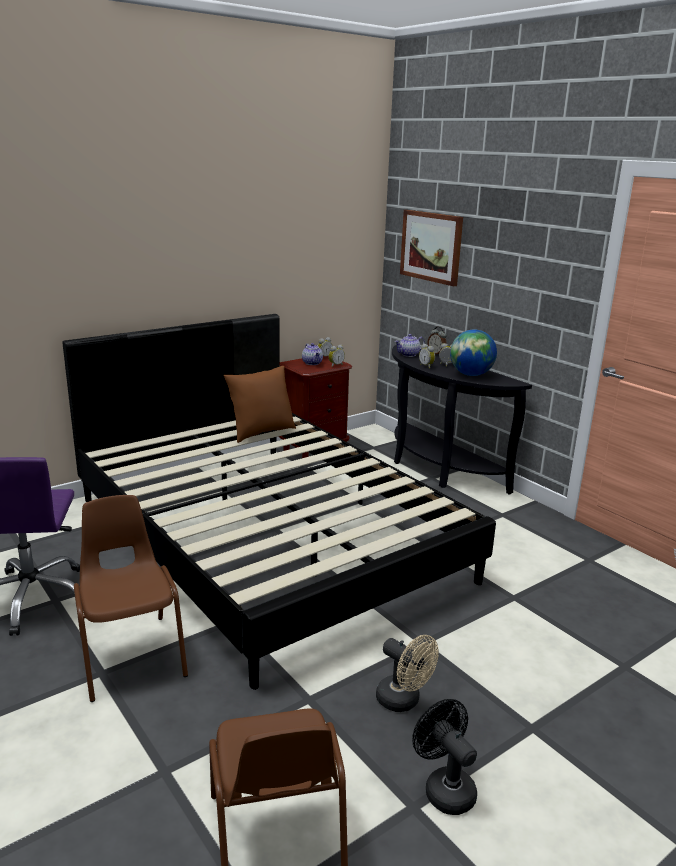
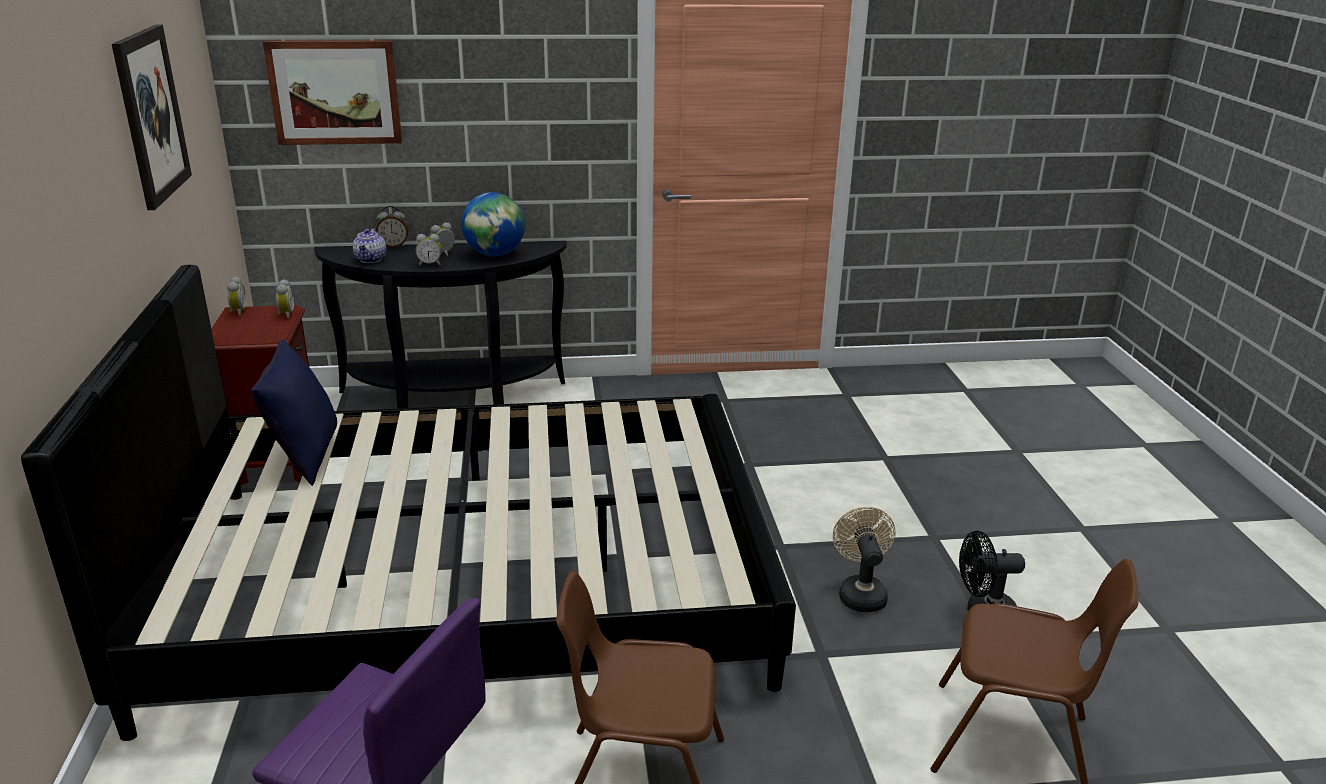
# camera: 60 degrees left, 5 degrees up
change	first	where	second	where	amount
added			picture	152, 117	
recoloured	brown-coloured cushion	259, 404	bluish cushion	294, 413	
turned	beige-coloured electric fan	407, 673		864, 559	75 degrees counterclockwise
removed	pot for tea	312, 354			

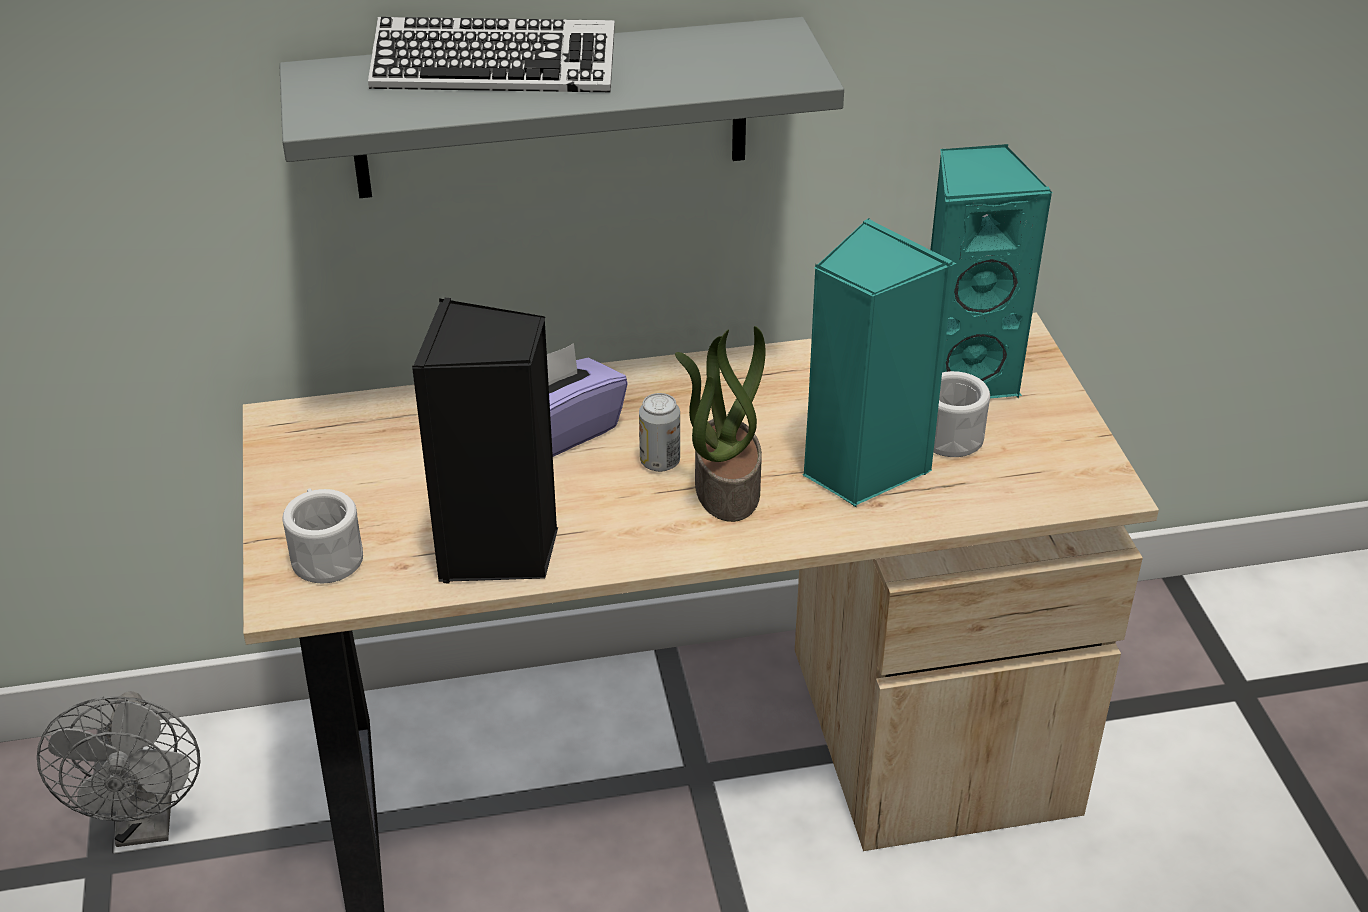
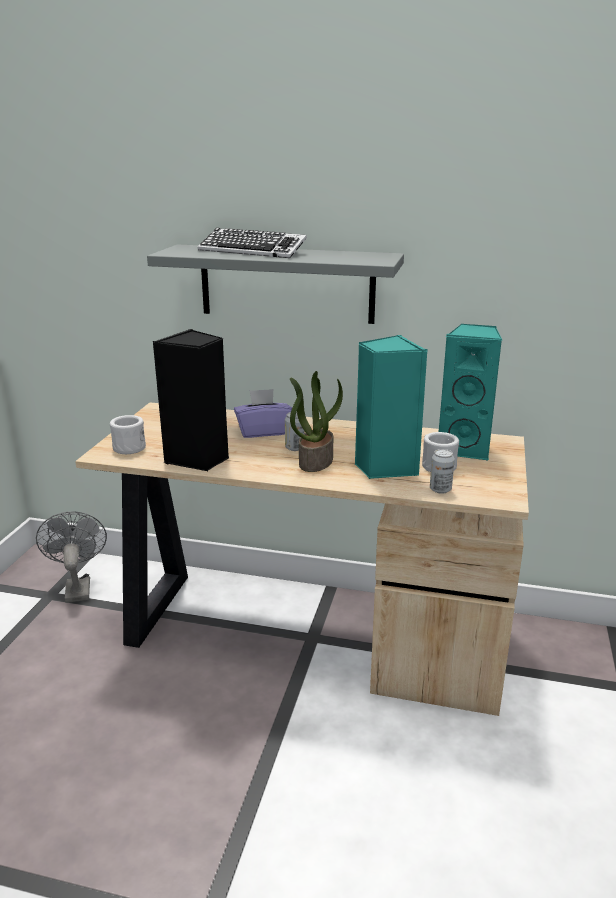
# camera: 25 degrees right, 15 degrees down
change	first	where	second	where	amount
turned	gray electric fan	118, 769		71, 557	150 degrees clockwise
added			can	442, 471	

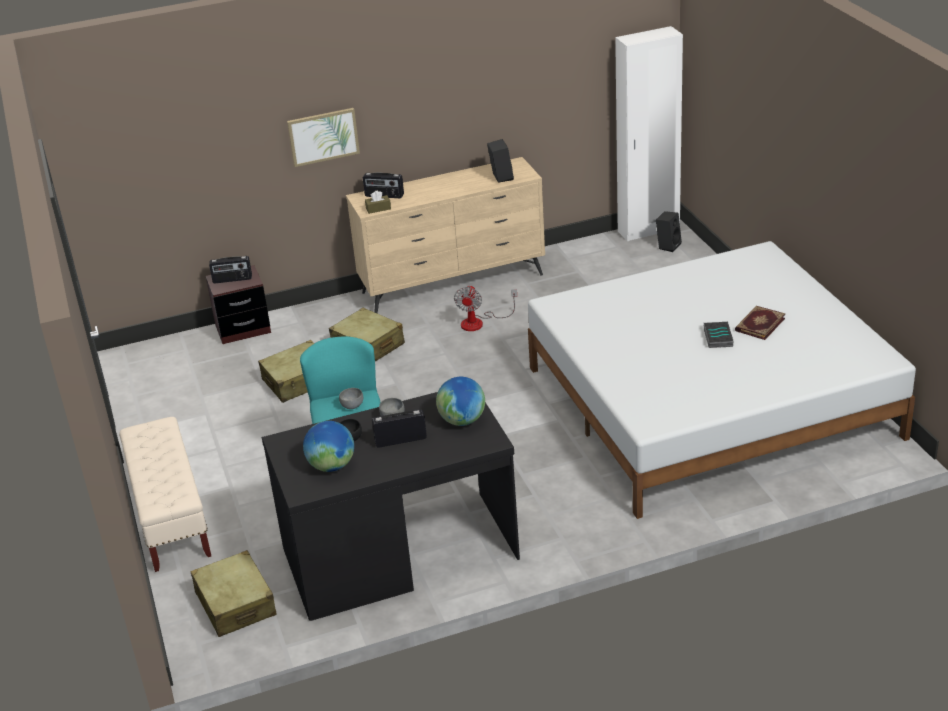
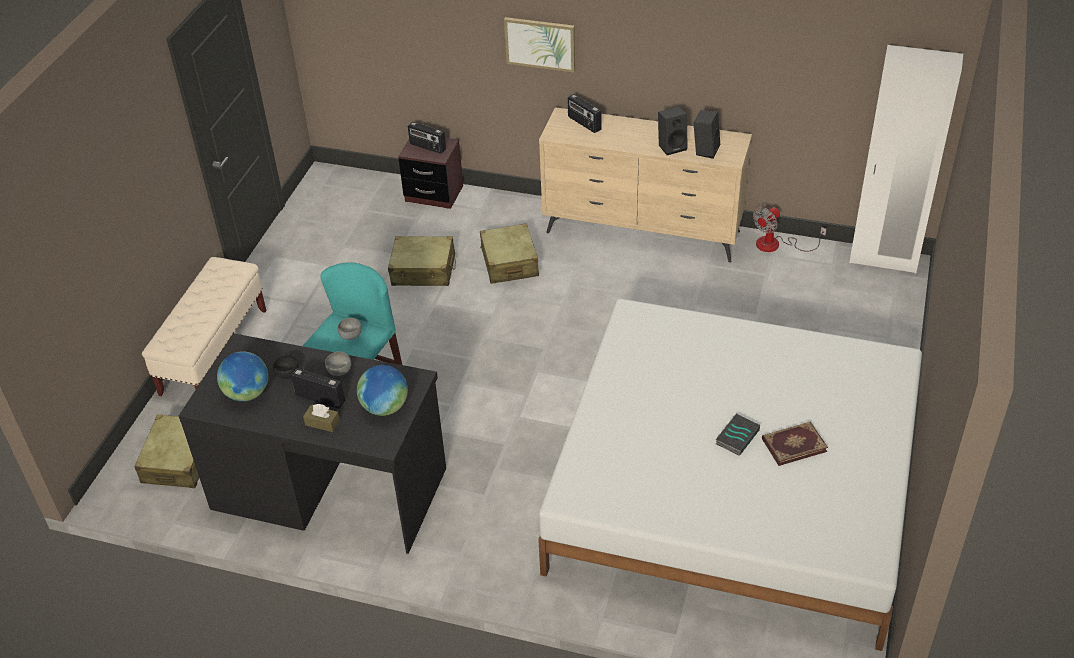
# camera: 35 degrees right, 10 degrees up
change	first	where	second	where	amount
moved	brown-coloured box of tissues	378, 202		321, 418	
moved	blackish loudspeaker	669, 231		672, 131	
moved	electric fan	485, 308		790, 229	

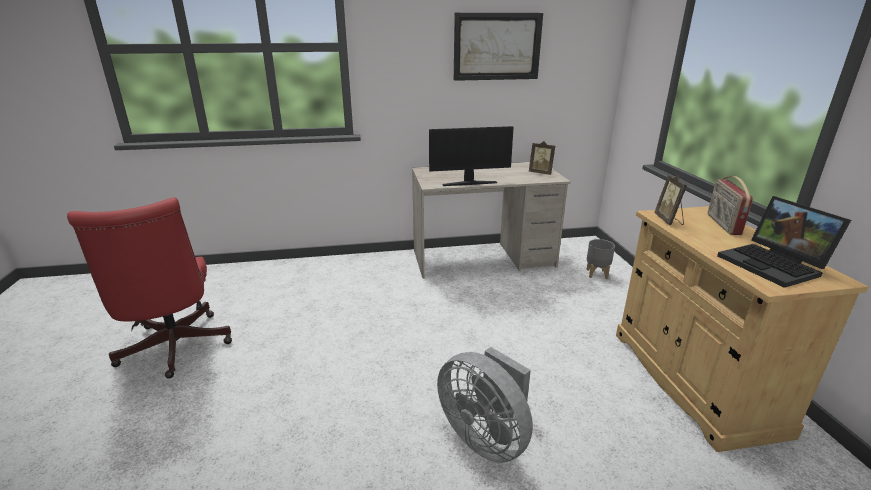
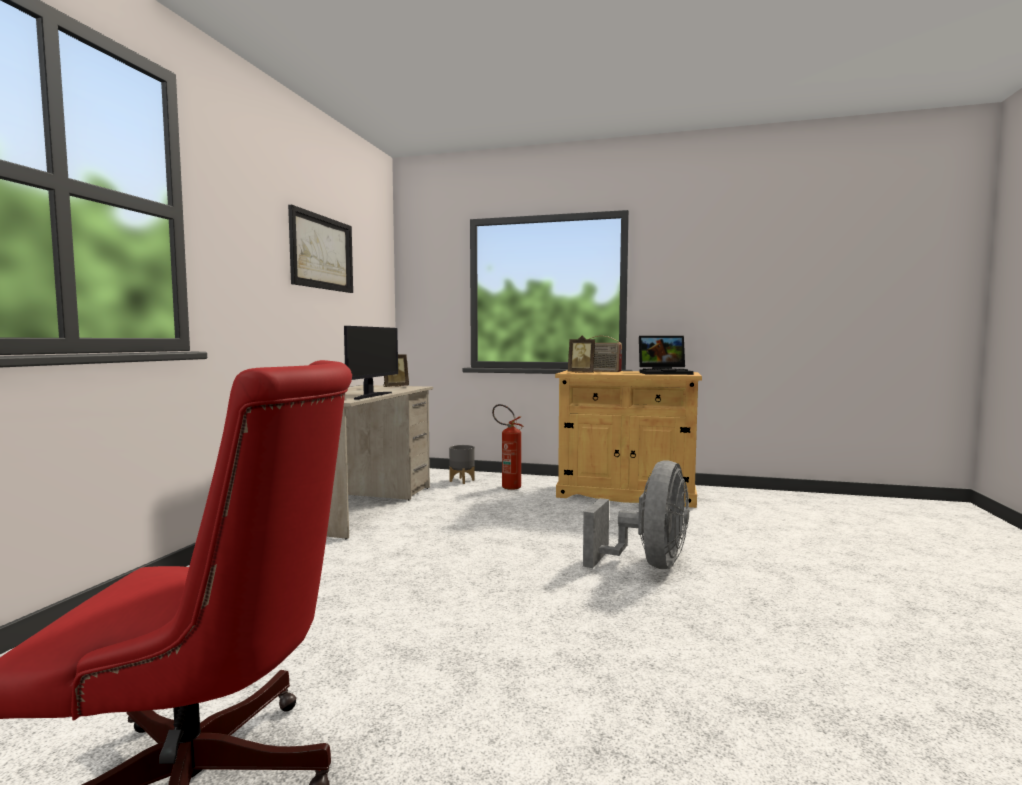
# camera: 65 degrees left, 20 degrees down
change	first	where	second	where	amount
added			fire-fighting cylinder	507, 447	
turned	gray electric fan	485, 405		636, 514	45 degrees counterclockwise

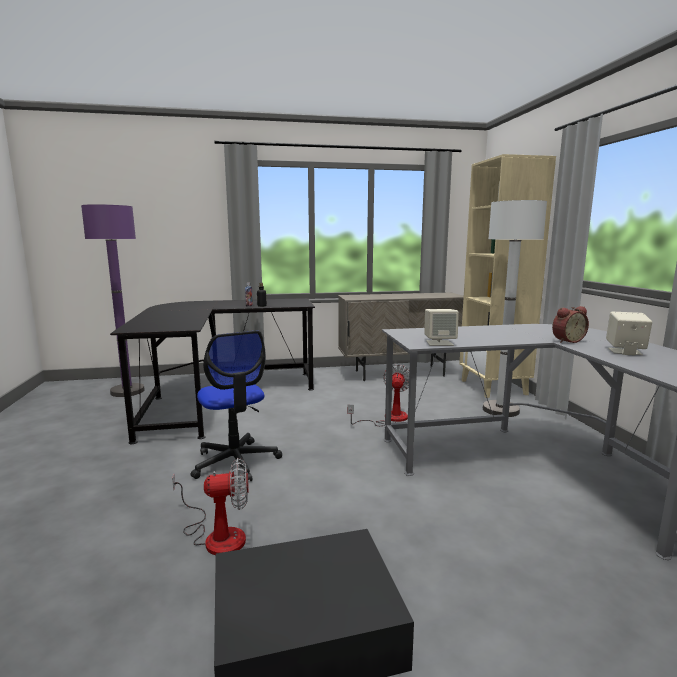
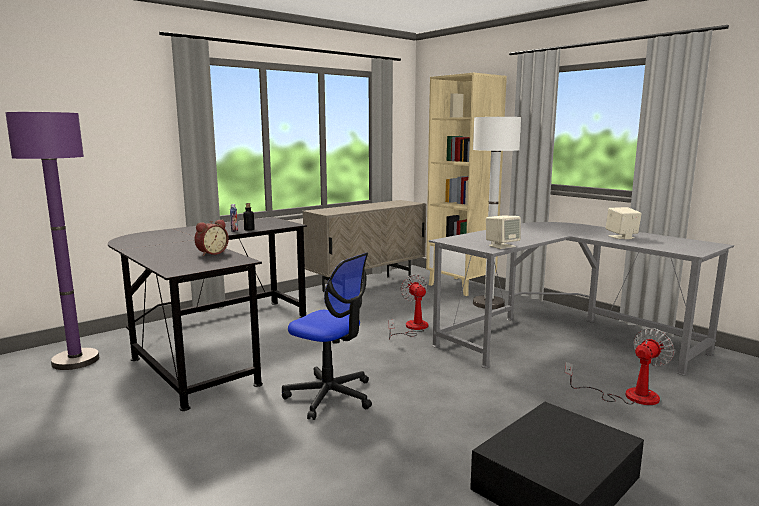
# camera: 30 degrees left, 0 degrees up
change	first	where	second	where	amount
moved	bedside clock	570, 324		212, 238	
moved	electric fan	210, 506		620, 366	

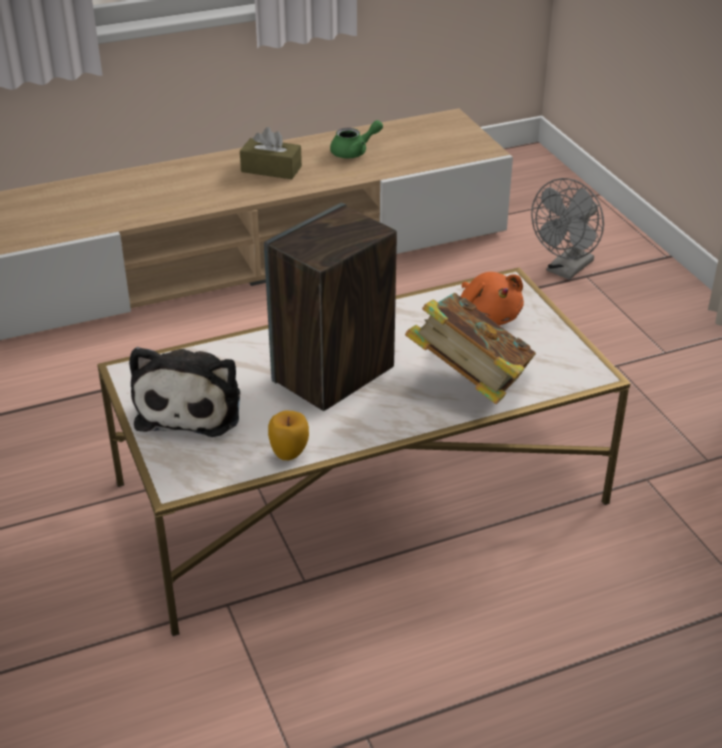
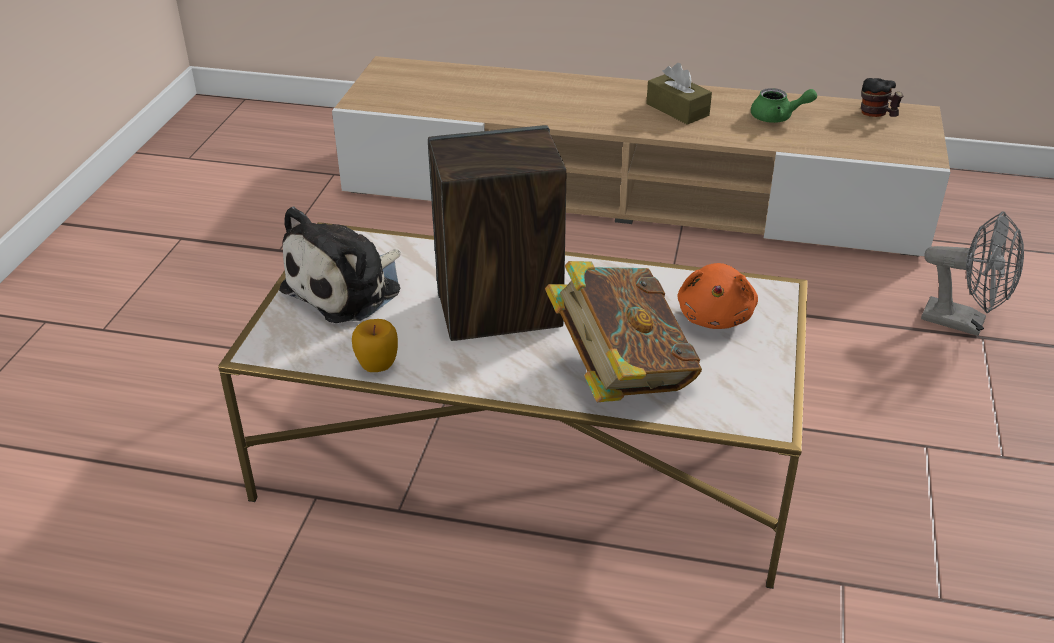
# camera: 35 degrees right, 0 degrees up
change	first	where	second	where	amount
added			tea mug	882, 97	
turned	gray electric fan	567, 229		972, 273	135 degrees counterclockwise

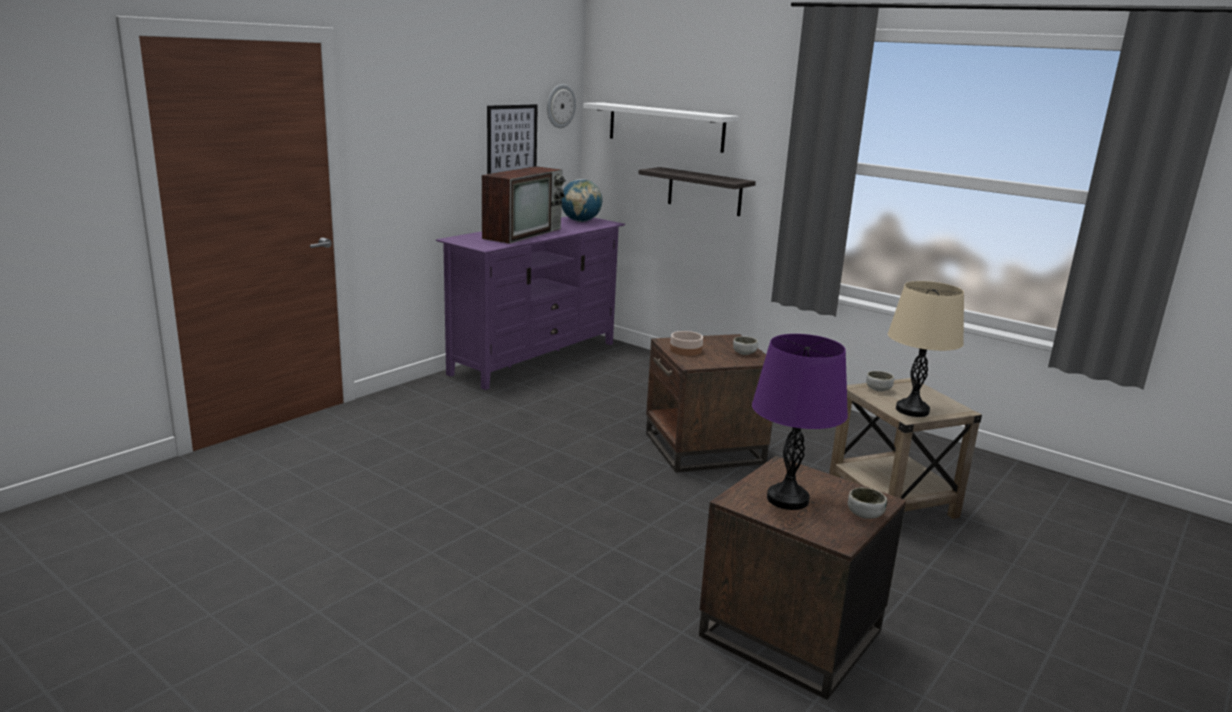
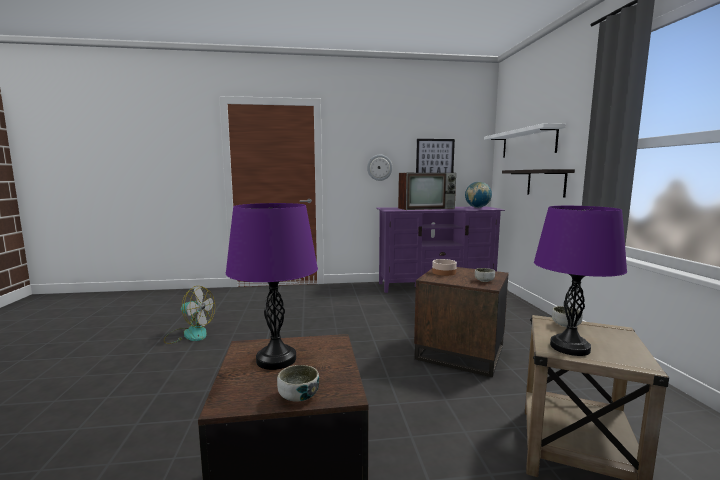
# camera: 45 degrees right, 10 degrees down
change	first	where	second	where	amount
added			electric fan	189, 315	
moved	clock on the wall	561, 106		380, 168	
recoloured	beige-coloured lamp for a table	926, 349	purplish lamp for a table	580, 281	

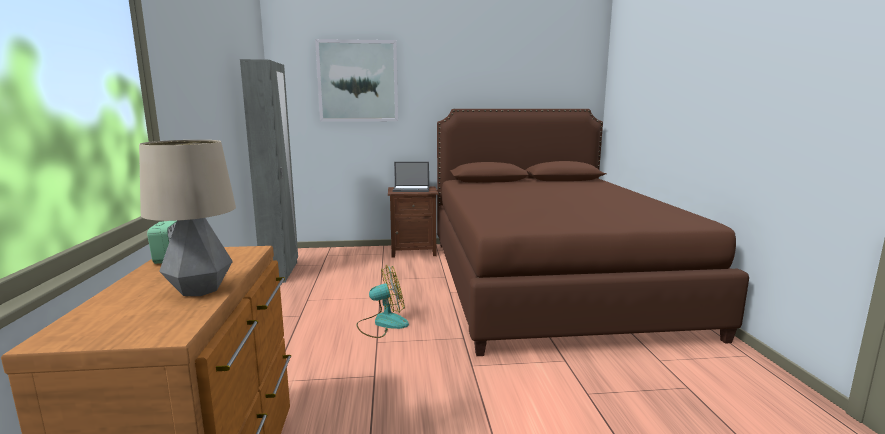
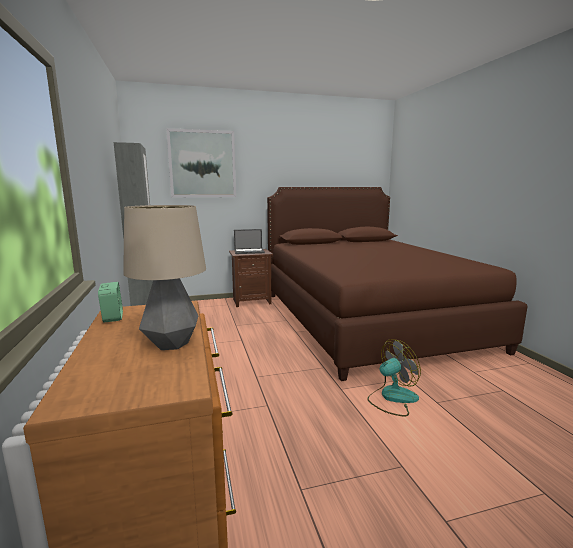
# camera: 10 degrees left, 0 degrees up
change	first	where	second	where	amount
moved	electric fan	383, 302		394, 377	

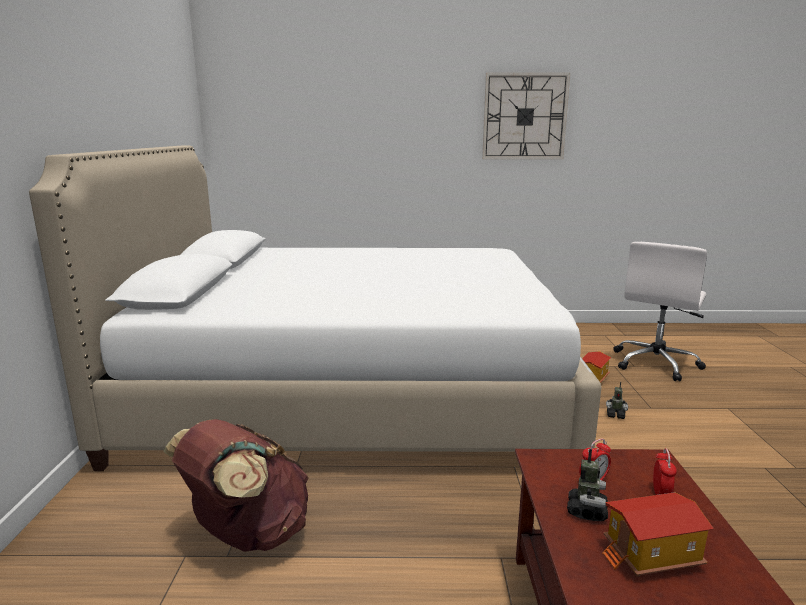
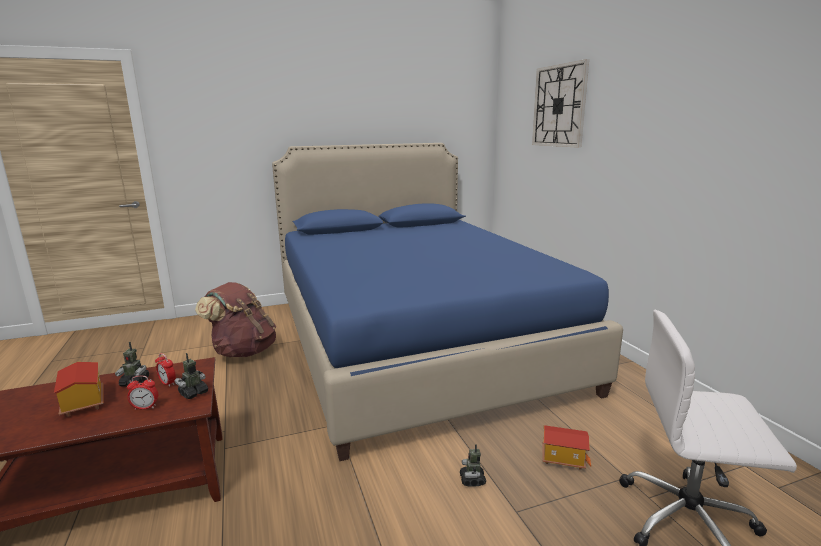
# camera: 70 degrees right, 0 degrees up
change	first	where	second	where	amount
added			model robot	191, 376	
recoloured	white-coloured bed	315, 308	bluish bed	447, 302	
moved	clock on the wall	526, 116		560, 103	

